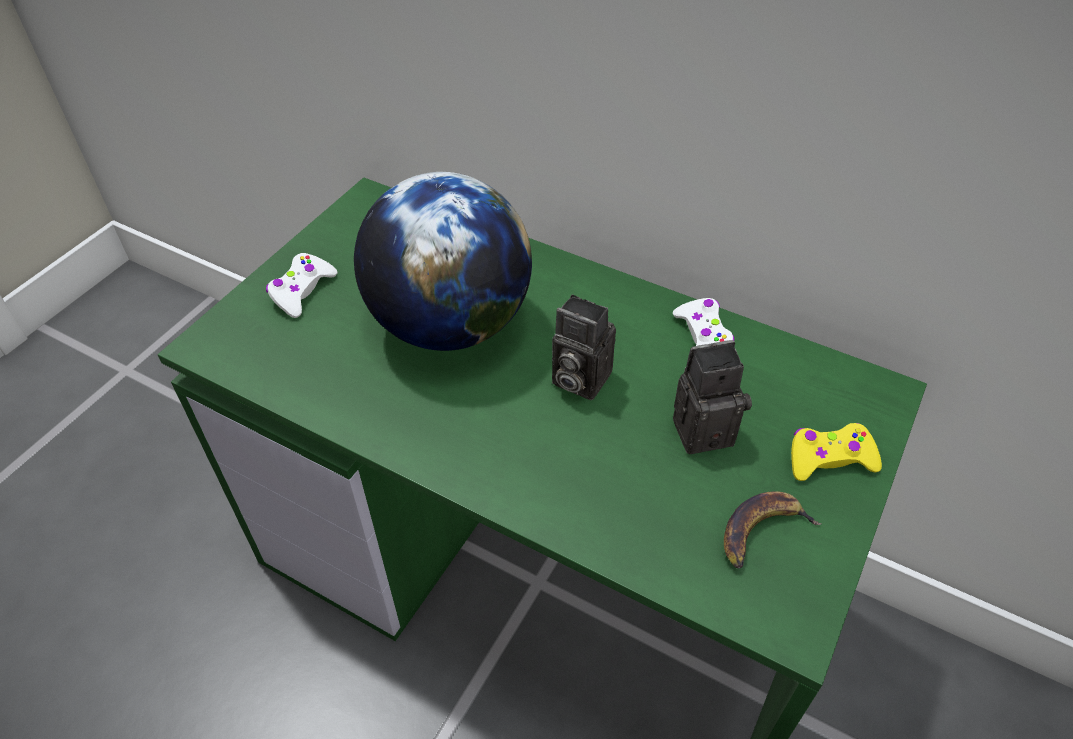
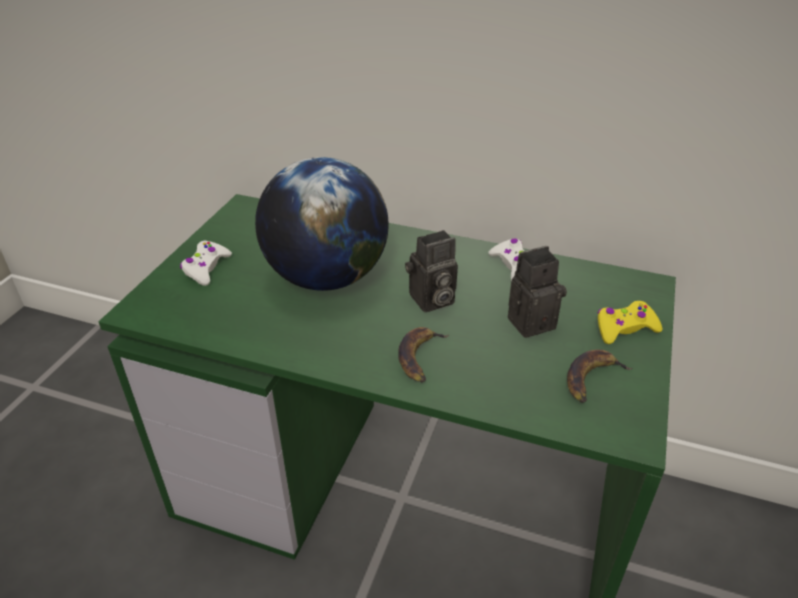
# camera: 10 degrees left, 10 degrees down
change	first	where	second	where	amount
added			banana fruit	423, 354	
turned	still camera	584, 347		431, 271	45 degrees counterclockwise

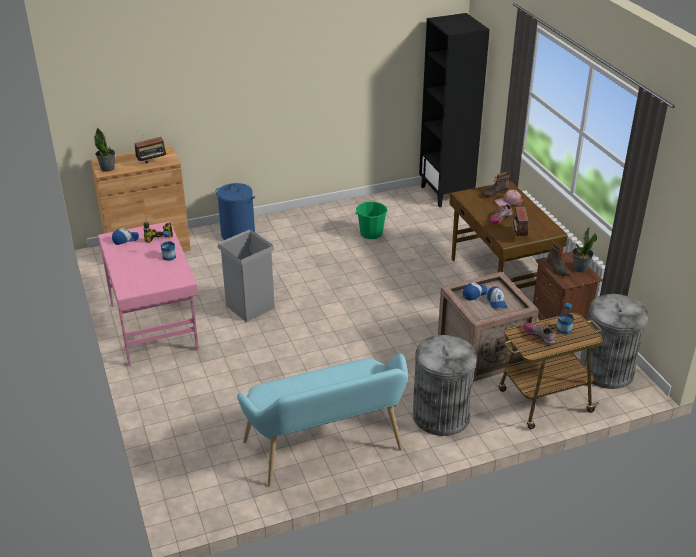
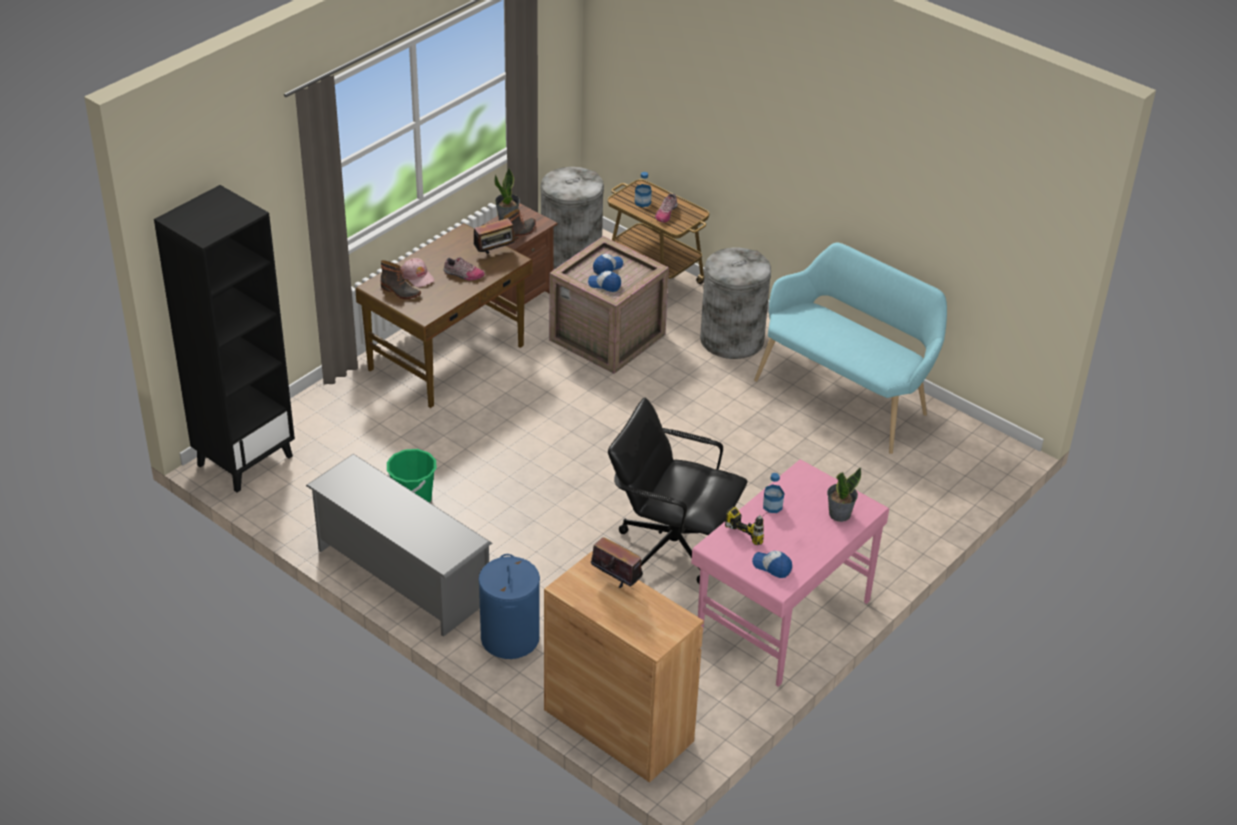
# camera: 120 degrees left, 5 degrees up
change	first	where	second	where	amount
added			gray shoe rack	399, 545	
replaced	gray rubbish bin	246, 276	blackish office chair	678, 491	
moved	plant in a pot	104, 149		844, 495	

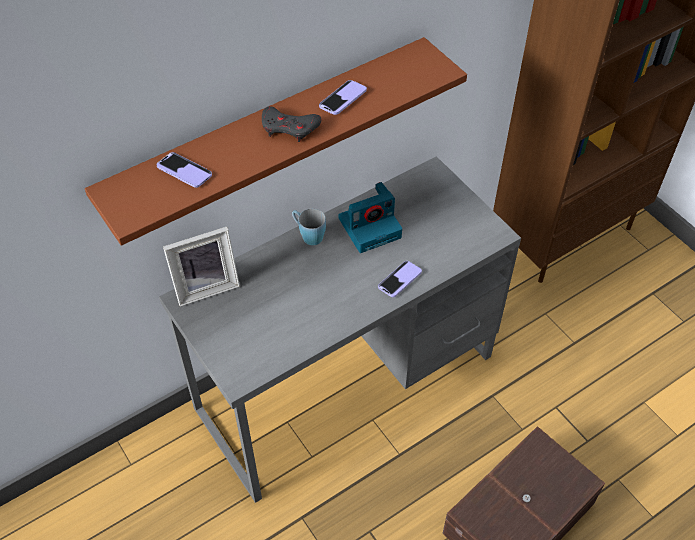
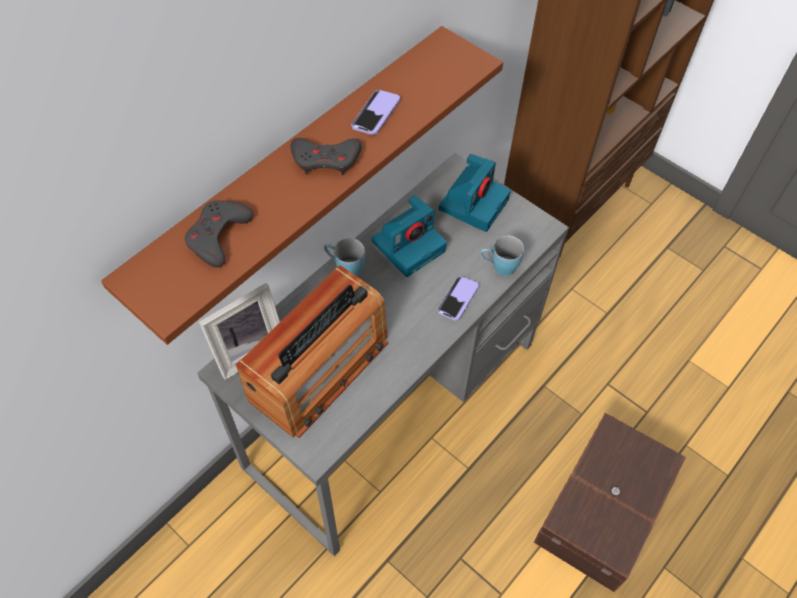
# camera: 15 degrees left, 5 degrees up
change	first	where	second	where	amount
replaced	telephone	184, 170	gray joypad	219, 234	
added			radio	312, 351	
added			still camera	475, 193	
added			bluish tea mug	502, 255	

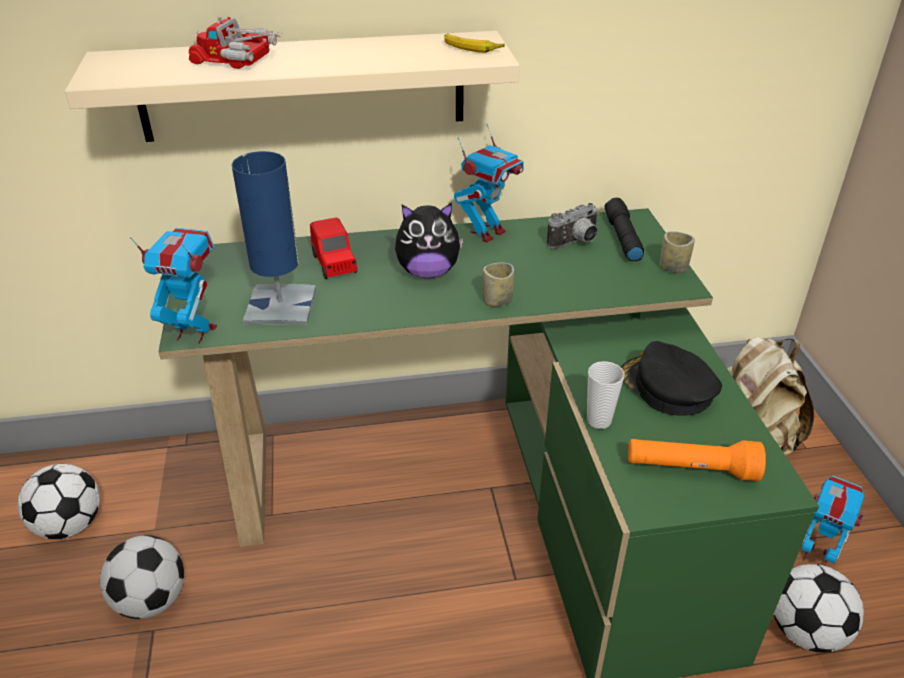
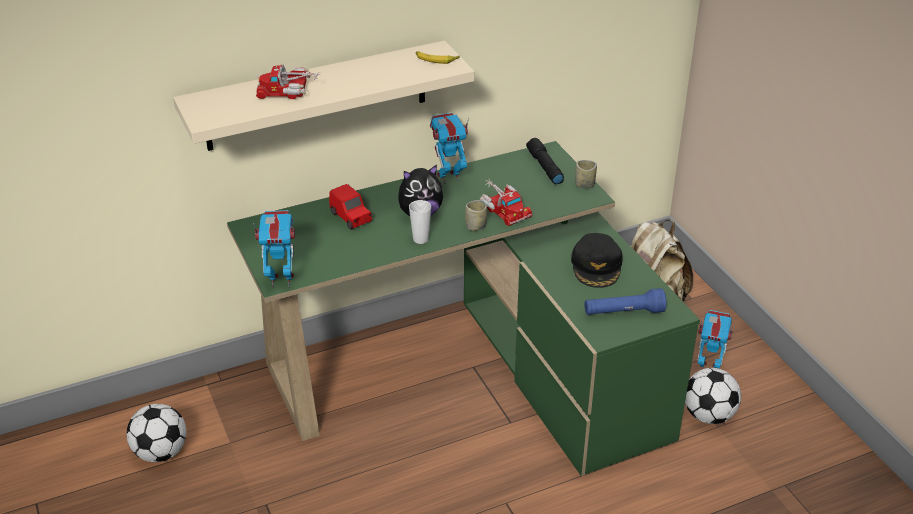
# camera: 15 degrees left, 0 degrees up
change	first	where	second	where	amount
moved	small cup	606, 395		420, 222	
turned	model robot	488, 183		449, 148	135 degrees counterclockwise
added			toy truck	506, 202	
turned	blackish baseball cap	671, 378		597, 260	120 degrees counterclockwise
recoloured	orangey hand torch	697, 460	bluish hand torch	625, 301	
removed	football ball	142, 577			
removed	bluish lamp for a table	274, 238			
removed	still camera	573, 226			

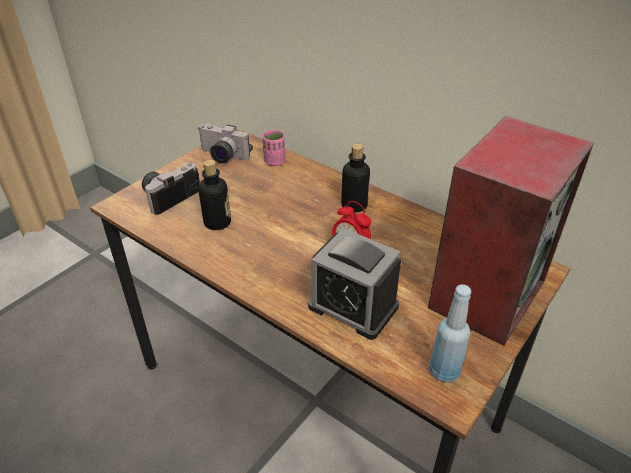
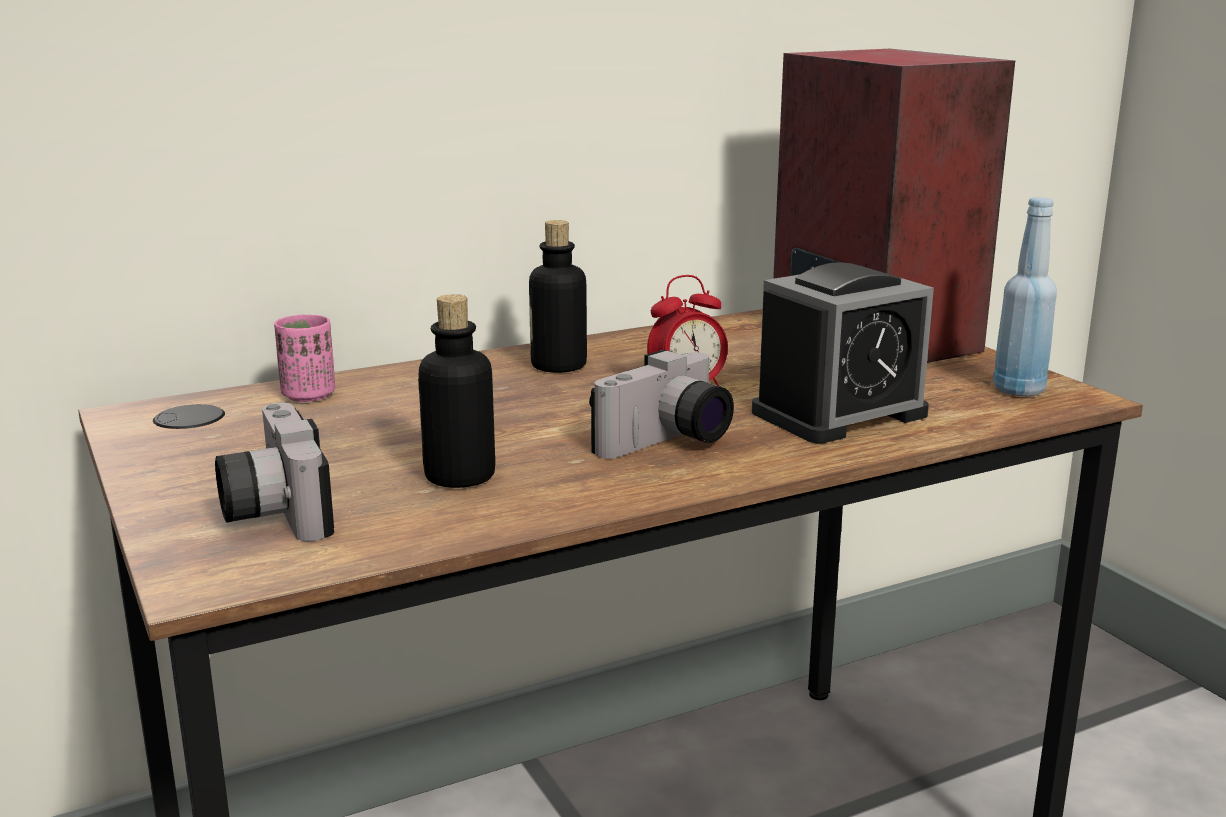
# camera: 65 degrees left, 20 degrees down
change	first	where	second	where	amount
moved	still camera	224, 144		661, 404	

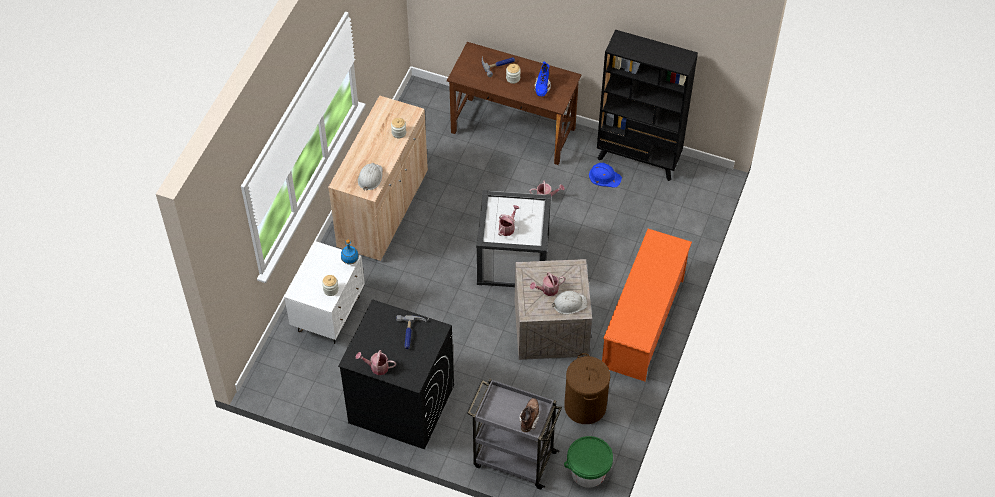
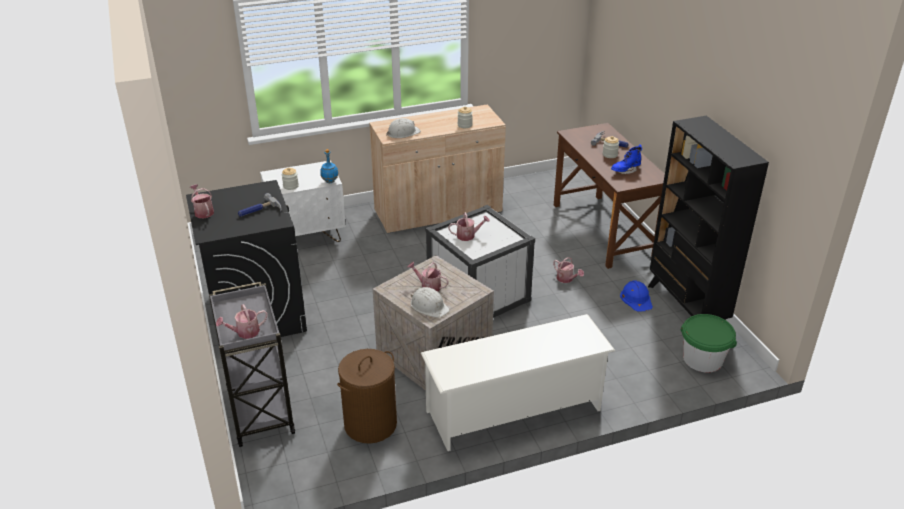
# camera: 50 degrees right, 20 degrees down
change	first	where	second	where	amount
replaced	brown-coloured boot	530, 415	sprinkling can	242, 321	
recoloured	orangey shoe rack	647, 305	white-coloured shoe rack	518, 382	
moved	greenish bucket	588, 462		709, 343	

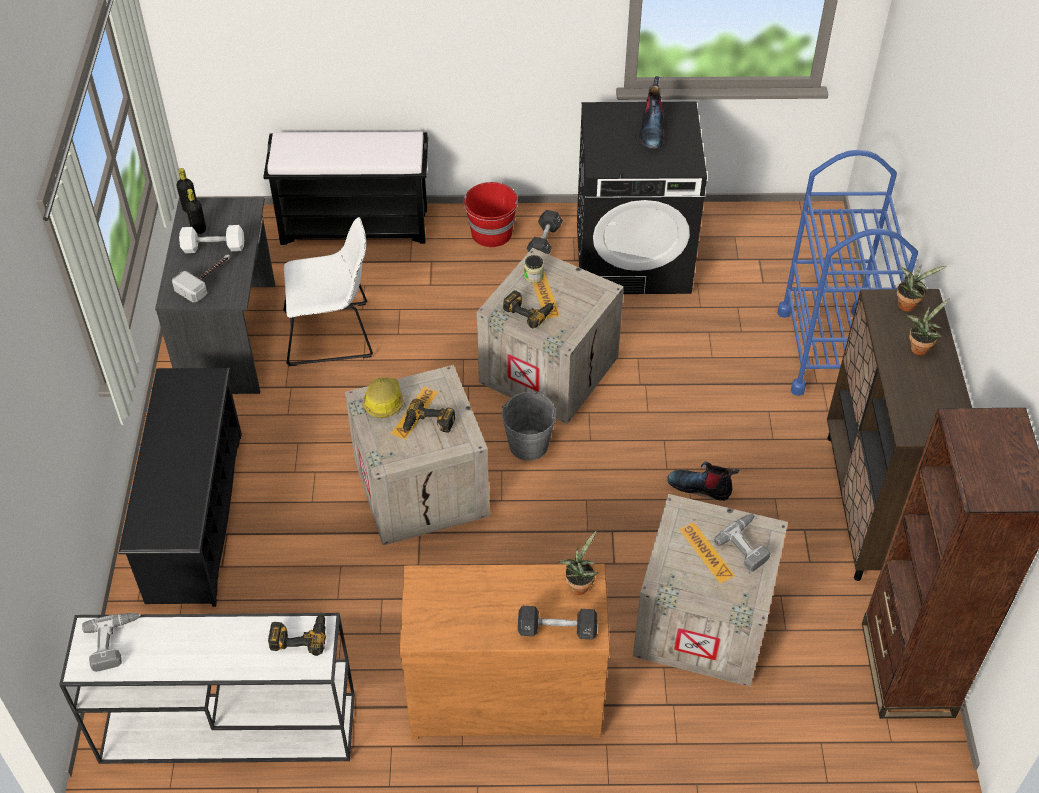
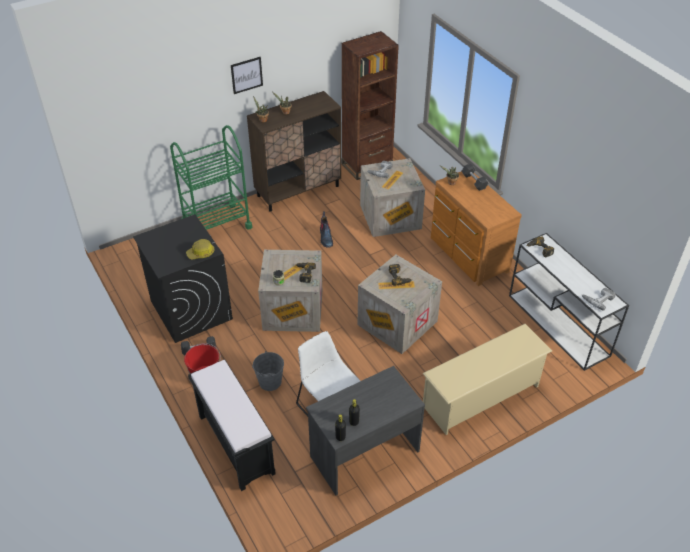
# camera: 120 degrees left, 5 degrees down
change	first	where	second	where	amount
recoloured	bluish wheeled cart	847, 273	greenish wheeled cart	211, 177	
moved	safety helmet	383, 397		200, 249	
added			picture	247, 75	
moved	gray bucket	529, 426		268, 371	
recoloured	blackish shoe rack	180, 487	beige-coloured shoe rack	487, 379	
removed	tool hammer	201, 278			
removed	white-coloured free weight	211, 239			
removed	boot	651, 112			

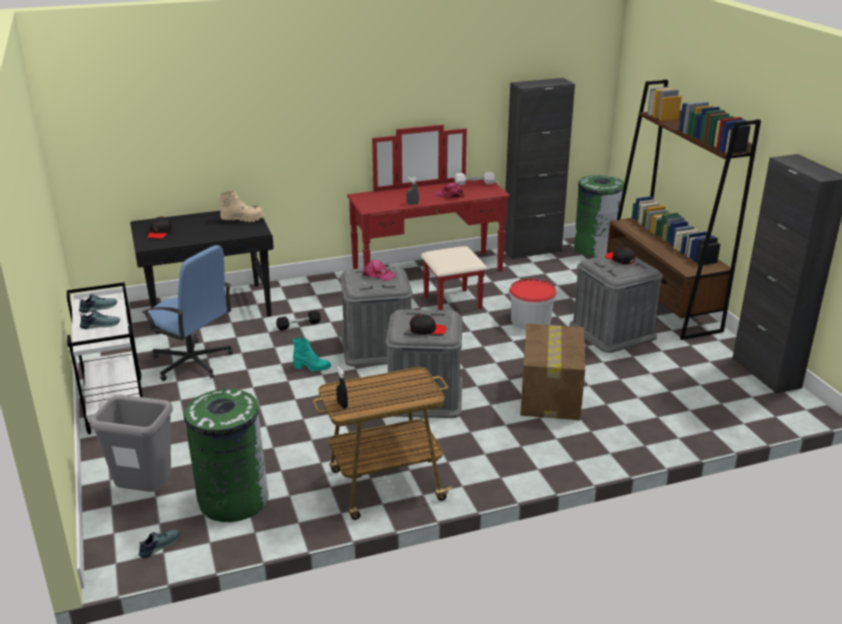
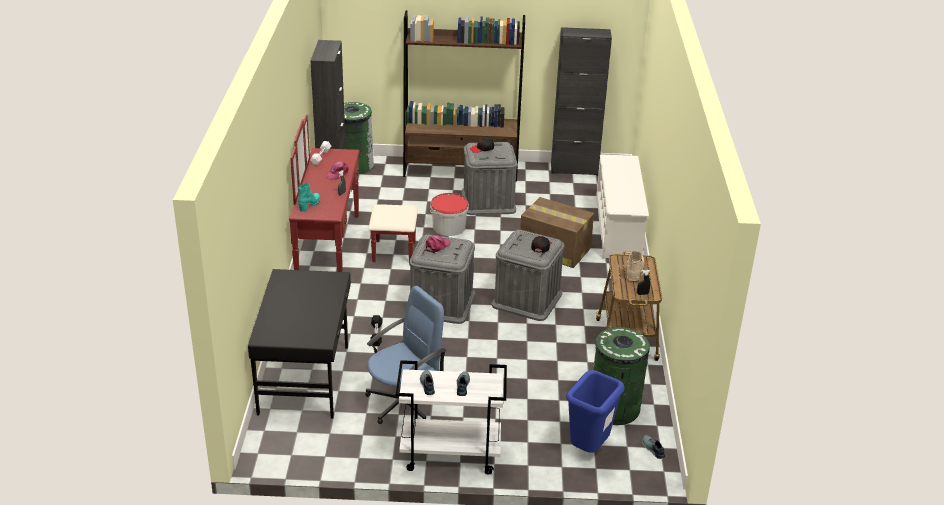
# camera: 70 degrees left, 5 degrees up
change	first	where	second	where	amount
moved	turquoise-coloured boot	312, 355		309, 197	
recoloured	gray rubbish bin	131, 443	bluish rubbish bin	595, 411	
added			white-coloured shoe rack	622, 207	
moved	beige-coloured boot	242, 206		634, 266	
removed	blackish baseball cap	159, 227			

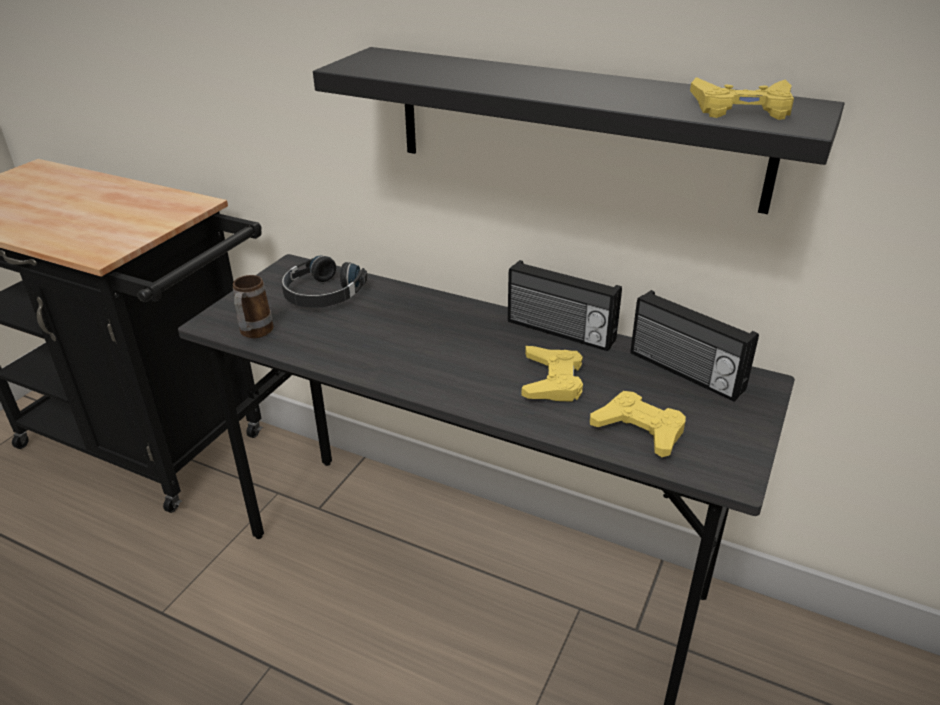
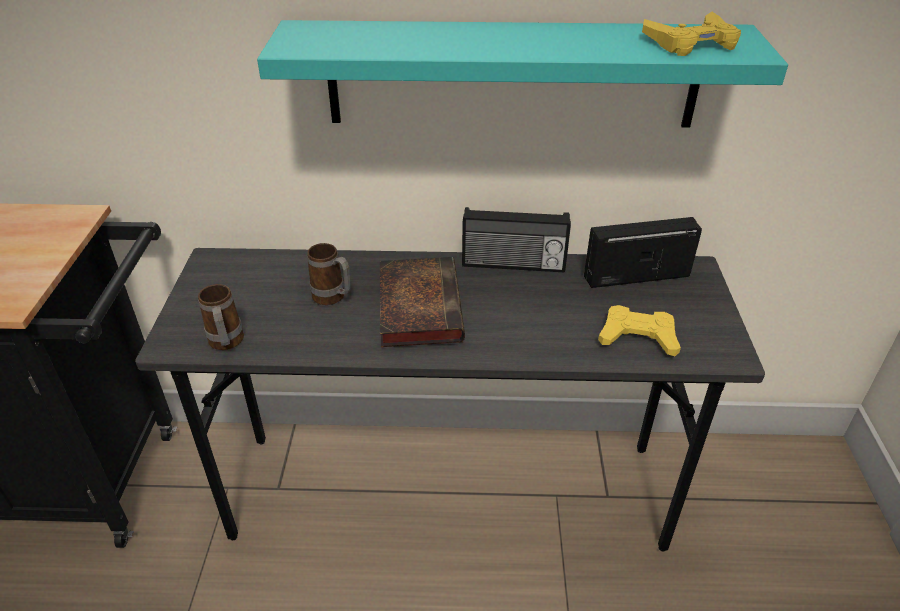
# camera: 25 degrees left, 5 degrees up
change	first	where	second	where	amount
recoloured	blackish bracket shelf	578, 130	turquoise-coloured bracket shelf	522, 74	
added			tea mug	329, 274	
added			bound book	422, 302	
turned	radio	694, 345		643, 252	150 degrees clockwise
removed	blackish pair of headphones	324, 282			
removed	yellow joypad	552, 374			

